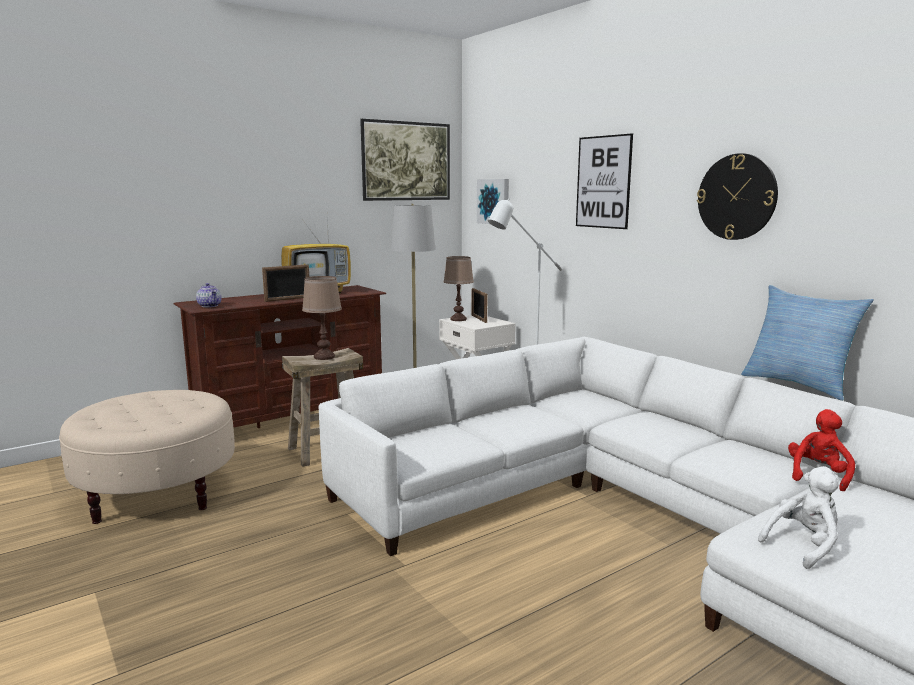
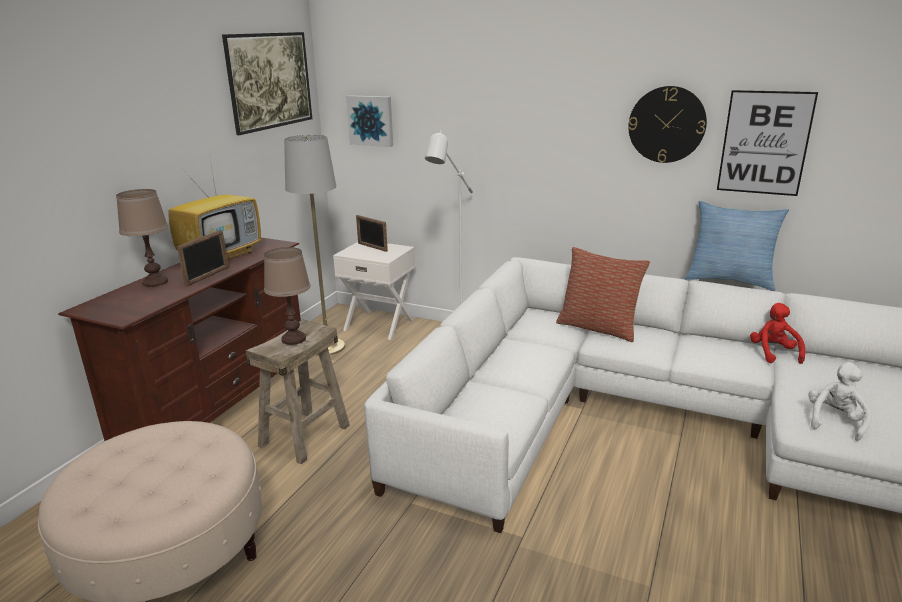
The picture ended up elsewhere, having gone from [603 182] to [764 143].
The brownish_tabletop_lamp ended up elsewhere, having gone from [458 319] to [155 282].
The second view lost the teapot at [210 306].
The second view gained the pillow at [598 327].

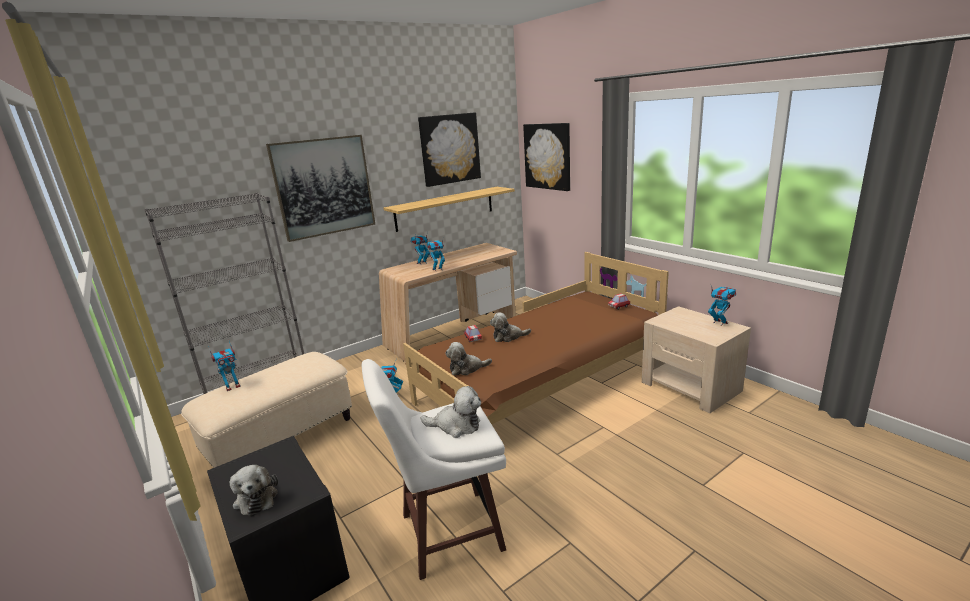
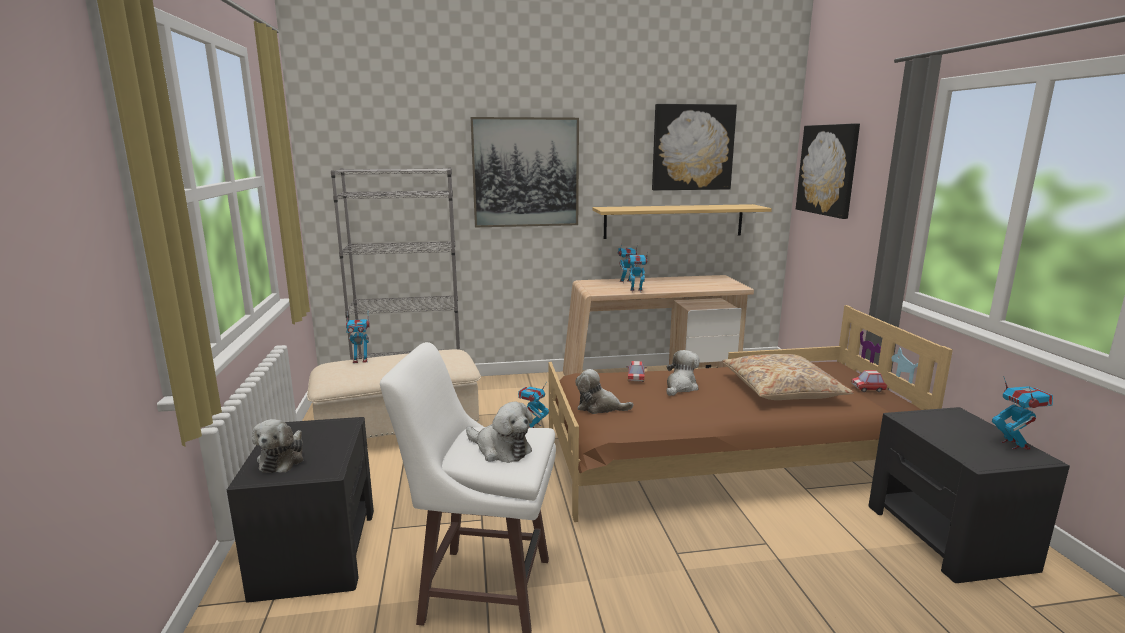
What was the beige-coloured_night_table at [691 387] turned into the black_night_table at [948 537].
The cuddly_toy at [508 337] ended up facing another way, 105 degrees clockwise from before.
The second view gained the beige-coloured_pillow at [782 389].

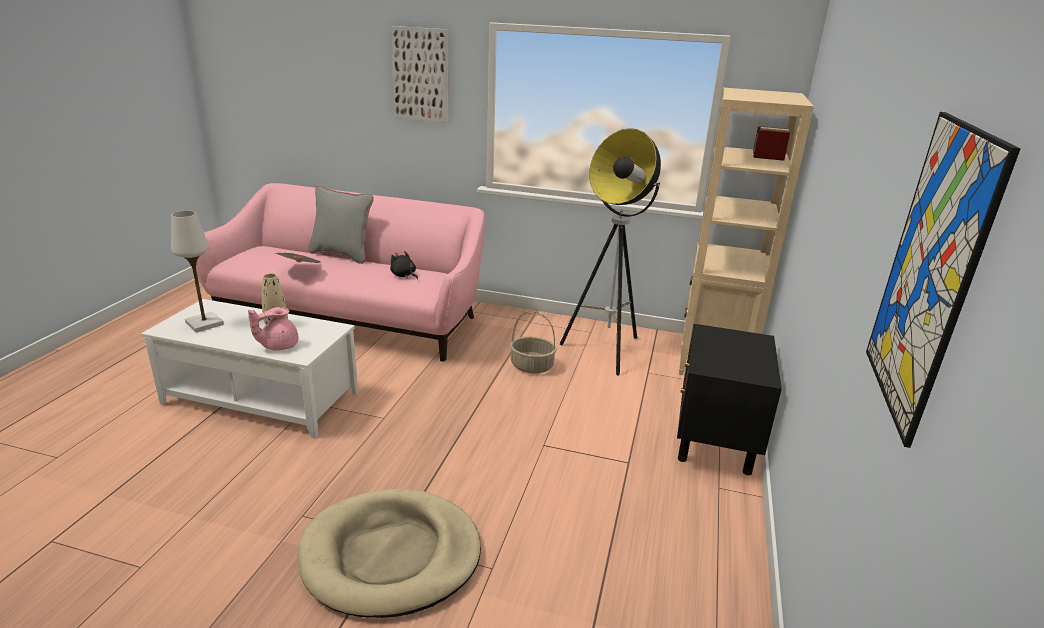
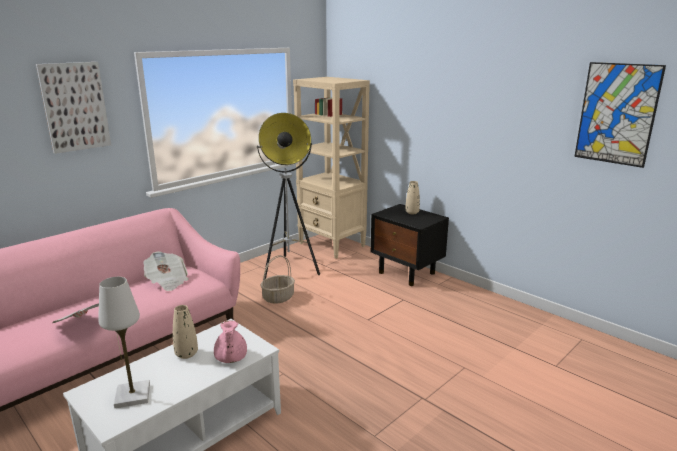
The second view lost the greyish_pillow at [342 255].
Where the black_cuddly_toy stood at [404 275], the newspaper came to stand at [167 281].
The second view lost the beige-coloured_dog_bed at [391 556].
The second view gained the beige-coloured_decorative_vase at [412 212].

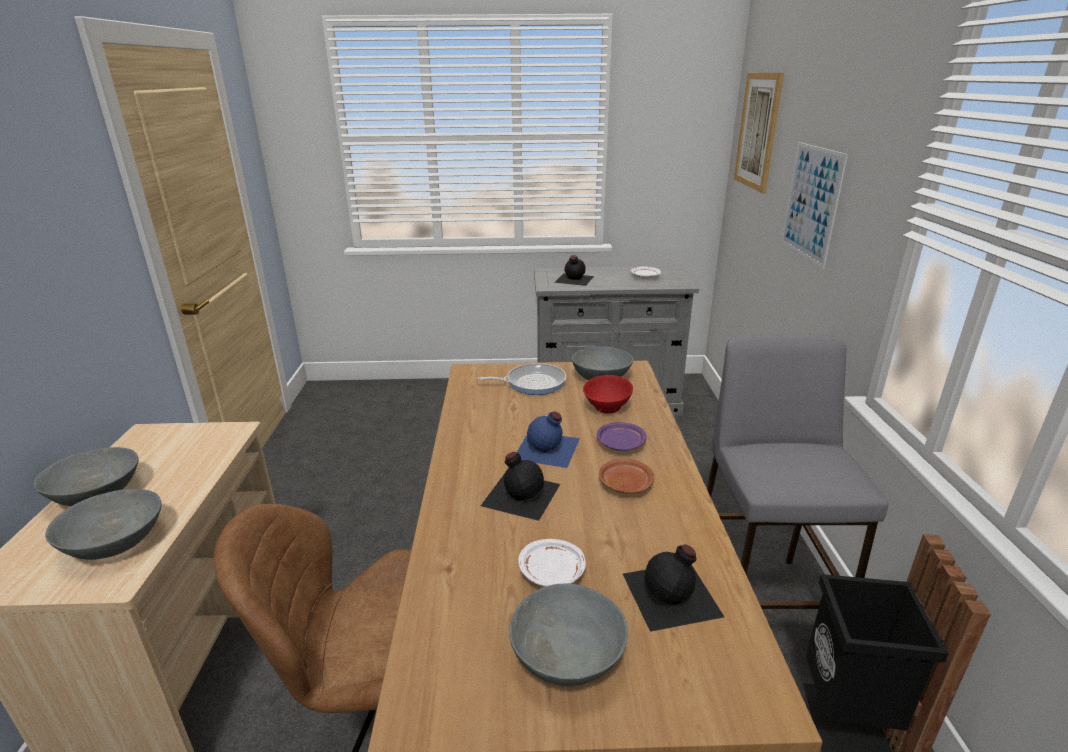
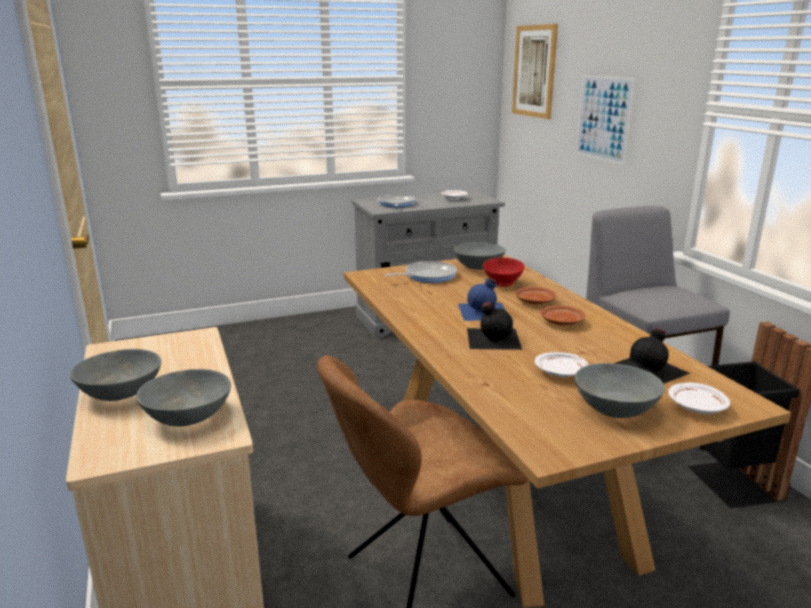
Where the black_drink_bottle stood at [573 279], the skillet came to stand at [396 204].
What was the purple_flat_dish at [620 444] turned into the brownish_flat_dish at [534 301].
The second view gained the white_flat_dish at [696 407].

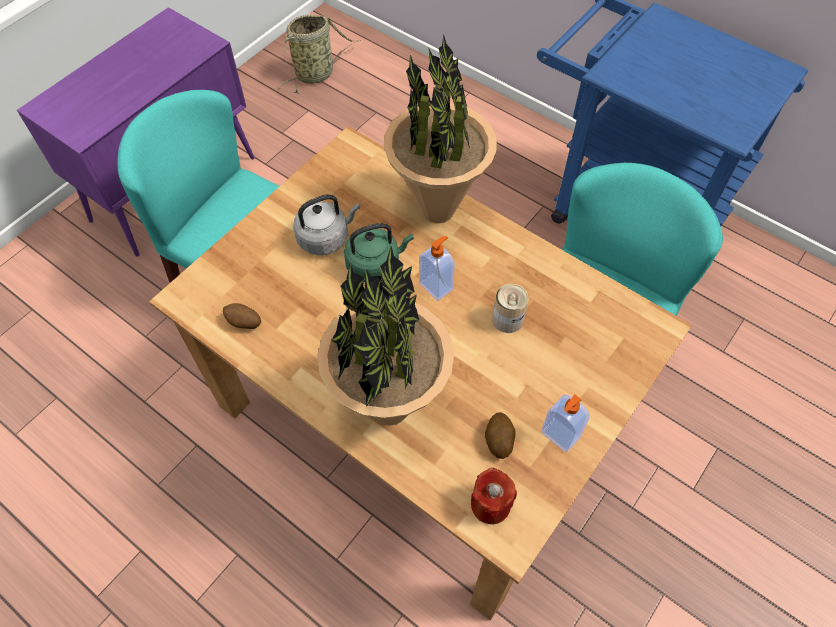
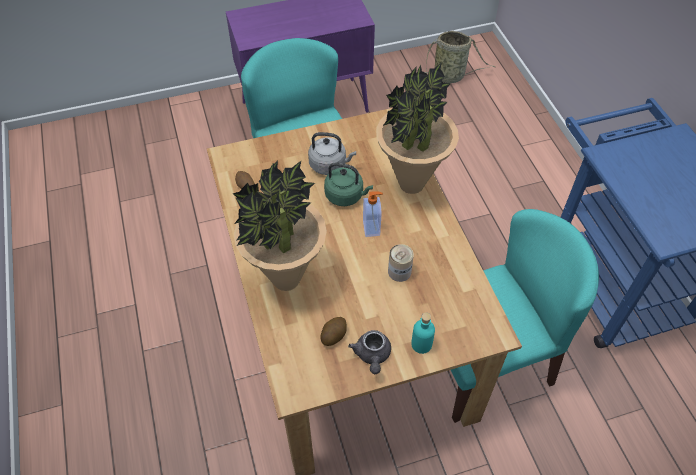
Where the soap_dispenser stood at [559 436], the greyish_teapot came to stand at [372 356].
The second view lost the red_wax_candle at [490 504].
The second view gained the blue-green_drink_bottle at [421 344].

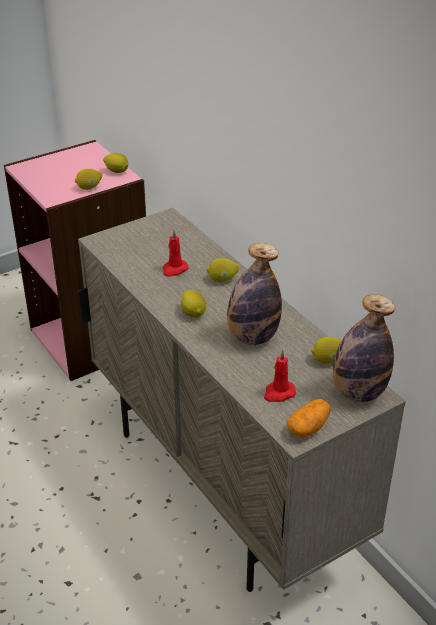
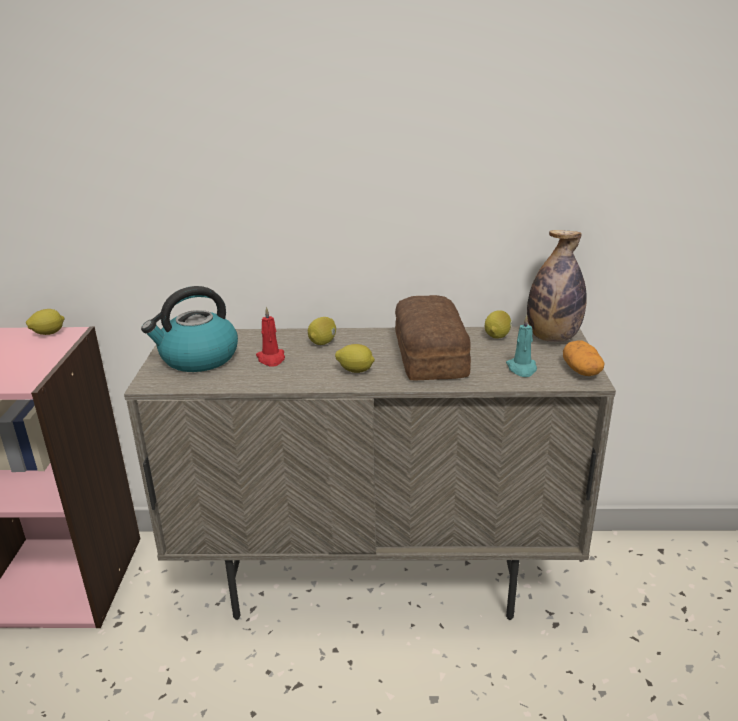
The second view lost the citrus_fruit at [89 187].
Where the drink_bottle stood at [252 337], the baked_bread came to stand at [428 355].
What was the red_wax_candle at [278 393] turned into the blue-green_wax_candle at [522 369].
The second view gained the water_kettle at [198 358].

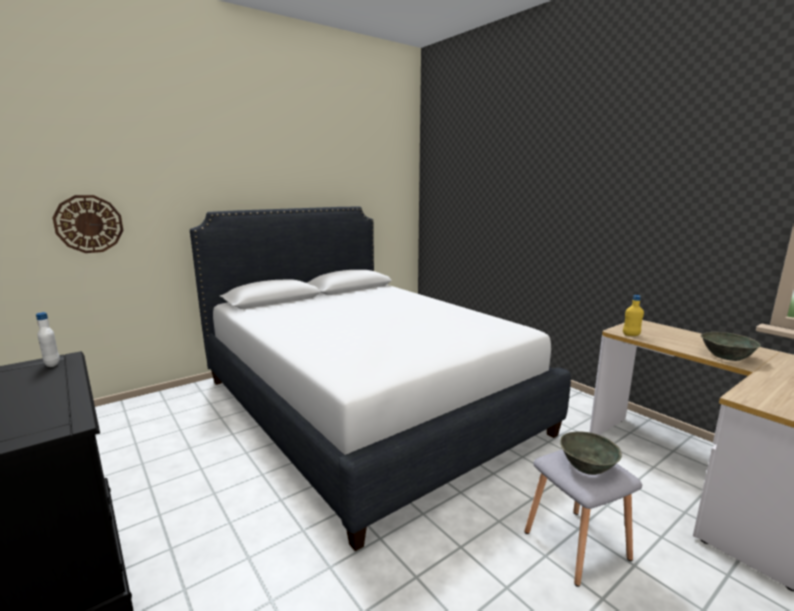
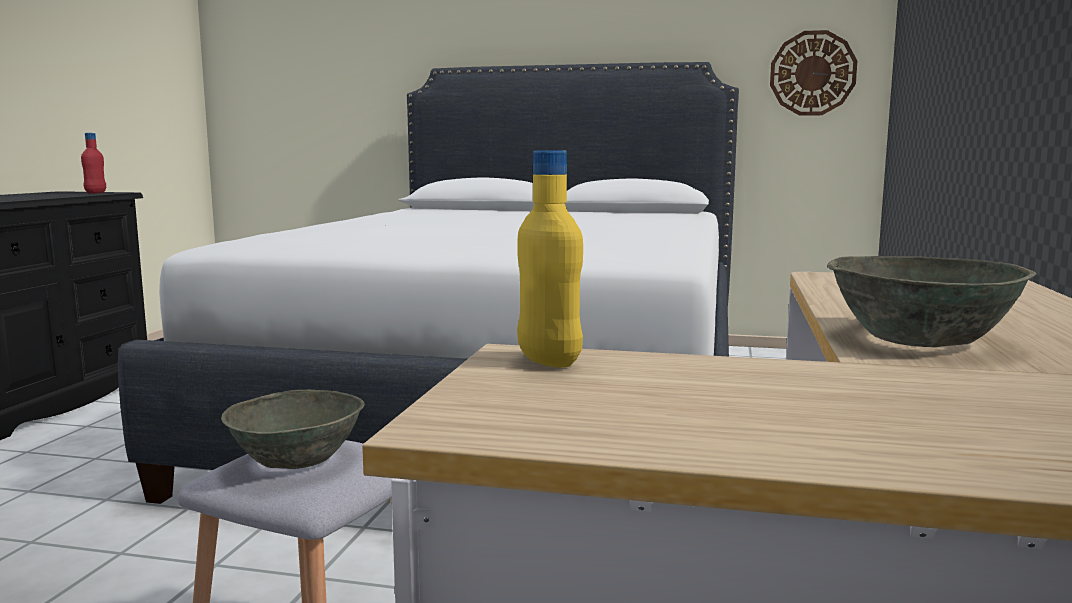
The clock_on_the_wall ended up elsewhere, having gone from [89 224] to [812 73].
The yellow-coloured_drink_bottle ended up elsewhere, having gone from [631 335] to [548 361].
What was the white_drink_bottle at [52 364] turned into the red_drink_bottle at [95 193].

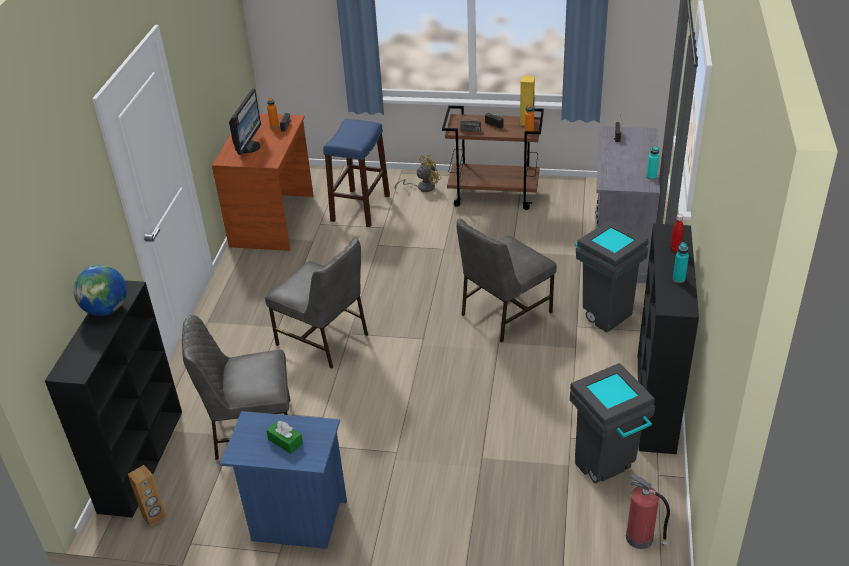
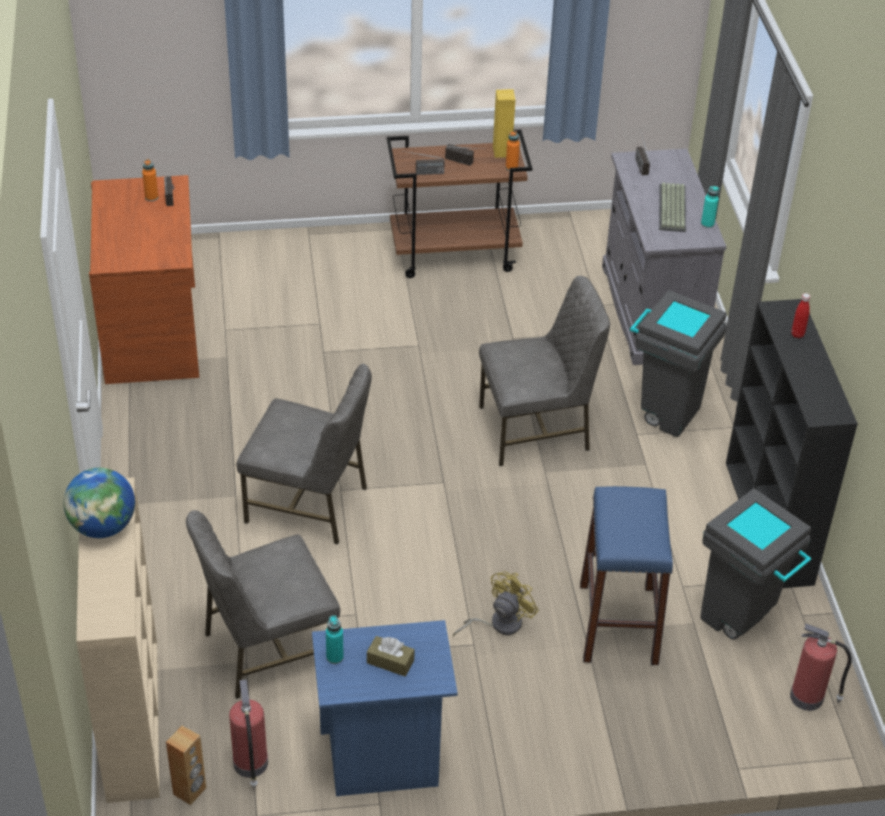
The second view lost the monitor at [248 147].
The blue_stool_seat ended up elsewhere, having gone from [360 208] to [618 624].
The yellow-coloured_cooling_fan ended up elsewhere, having gone from [422 187] to [499 623].
The greyish_upright_chair at [504 313] ended up facing another way, 135 degrees counterclockwise from before.
The blue-green_drink_bottle ended up elsewhere, having gone from [678 279] to [335 657].
What was the black_bookcase at [141 459] turned into the beige-coloured_bookcase at [132 717].
What was the green-coloured_box_of_tissues at [285 441] turned into the brownish_box_of_tissues at [390 661].
The second view gained the PC_keyboard at [673 209].
The second view gained the fire_extinguisher at [250 764].

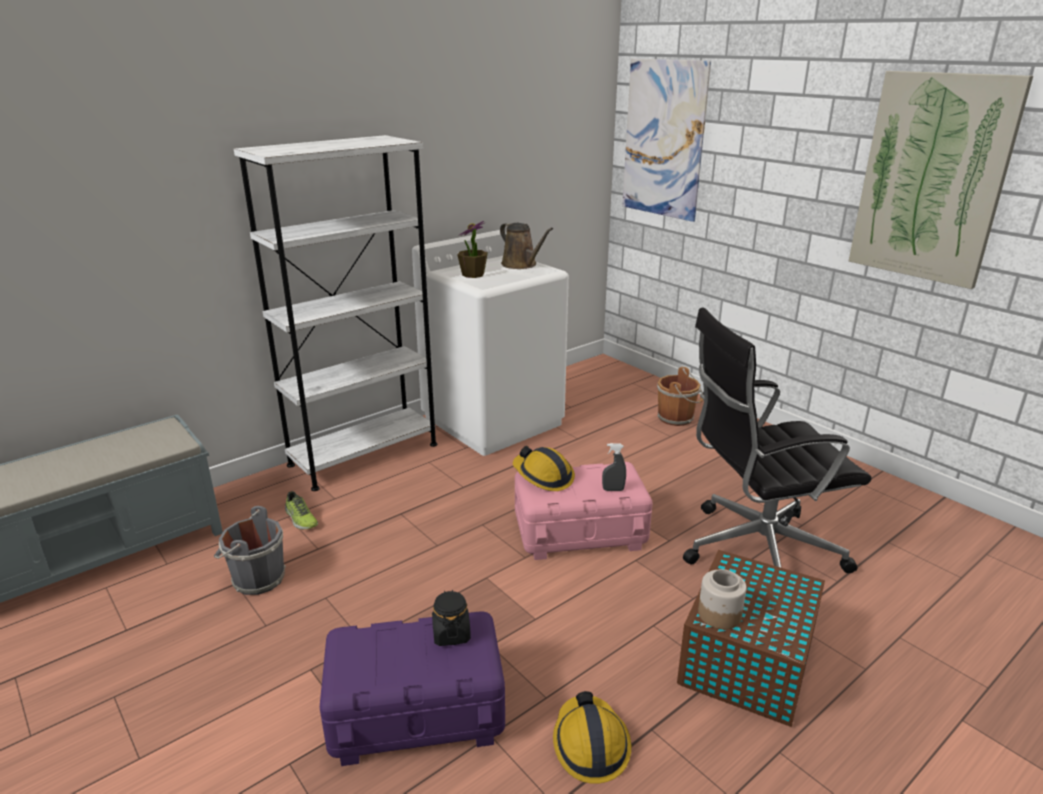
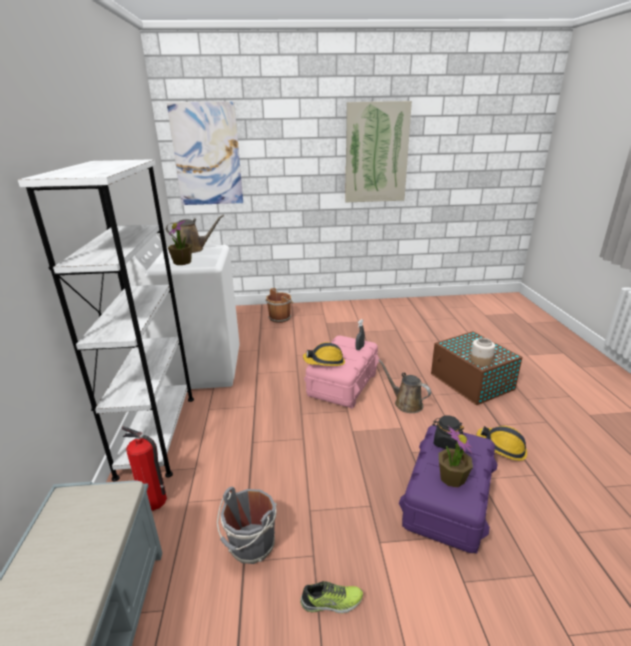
The second view lost the black_computer_chair at [756 551].
The item_of_footwear ended up elsewhere, having gone from [300 519] to [331 602].
The second view gained the brownish_watering_pot at [406 403].
The second view gained the fire_extinguisher at [154 501].
The second view gained the plant_in_a_pot at [452 478].

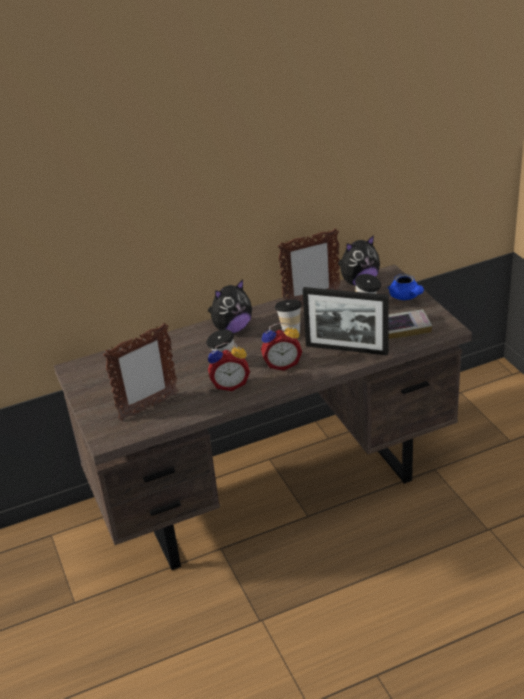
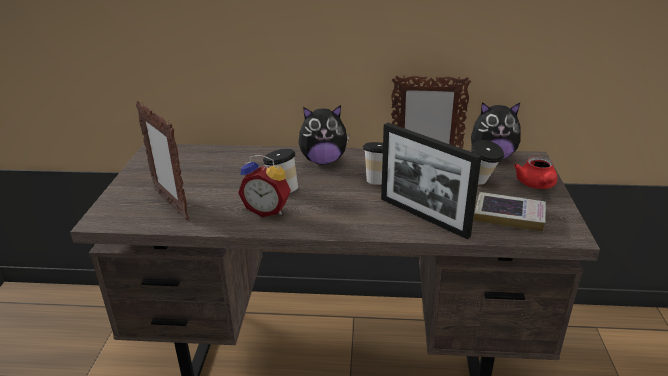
What was the blue_teapot at [406 297] turned into the red_teapot at [536 185].
The photo_frame at [148 407] ended up facing another way, 60 degrees clockwise from before.
The second view lost the bedside_clock at [282 364].

